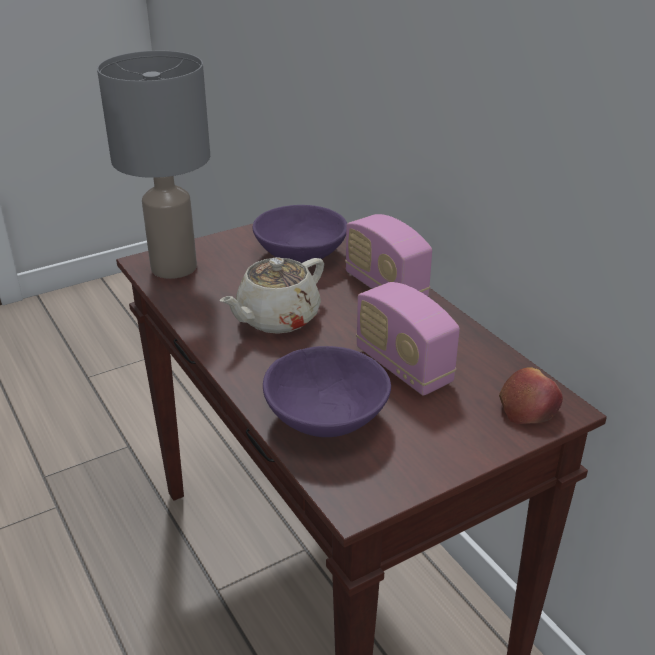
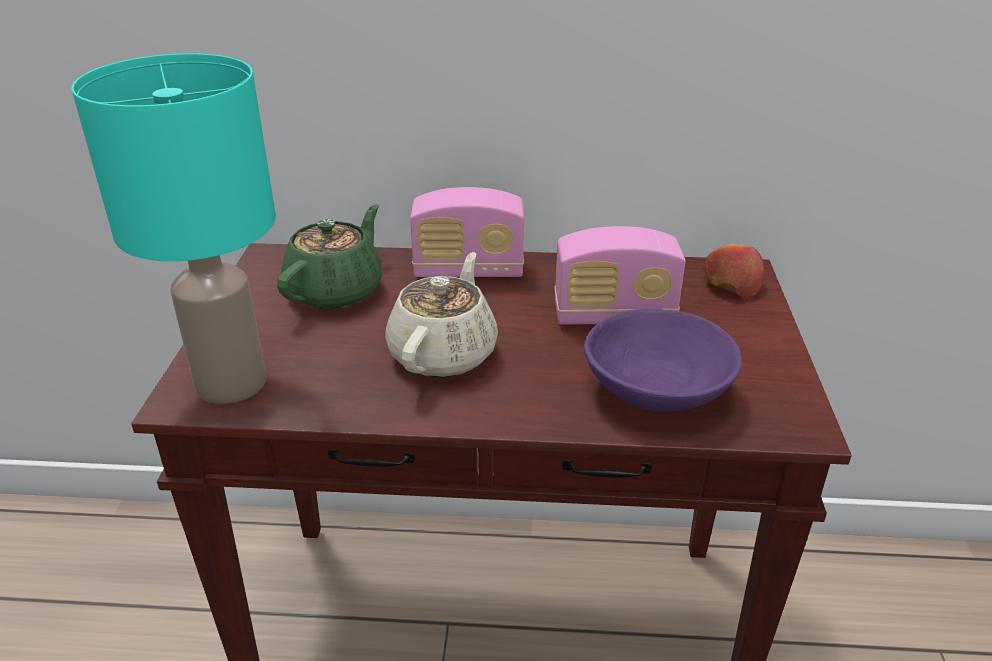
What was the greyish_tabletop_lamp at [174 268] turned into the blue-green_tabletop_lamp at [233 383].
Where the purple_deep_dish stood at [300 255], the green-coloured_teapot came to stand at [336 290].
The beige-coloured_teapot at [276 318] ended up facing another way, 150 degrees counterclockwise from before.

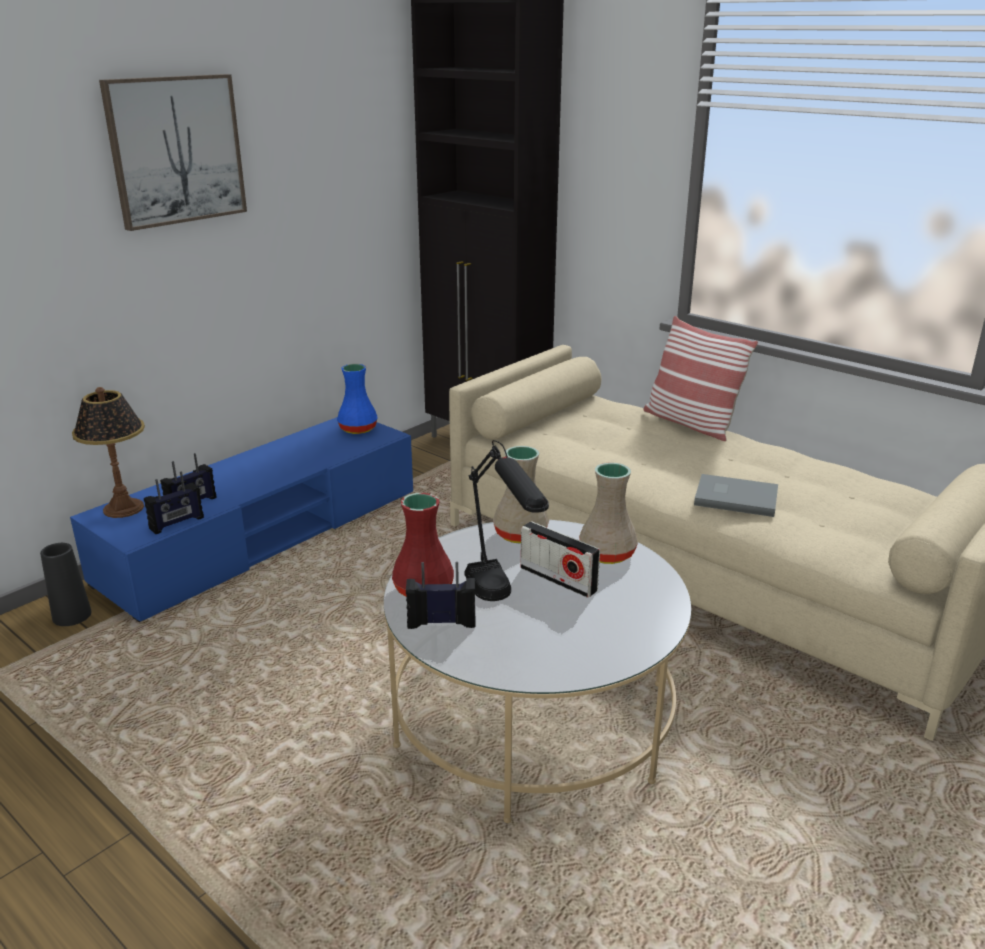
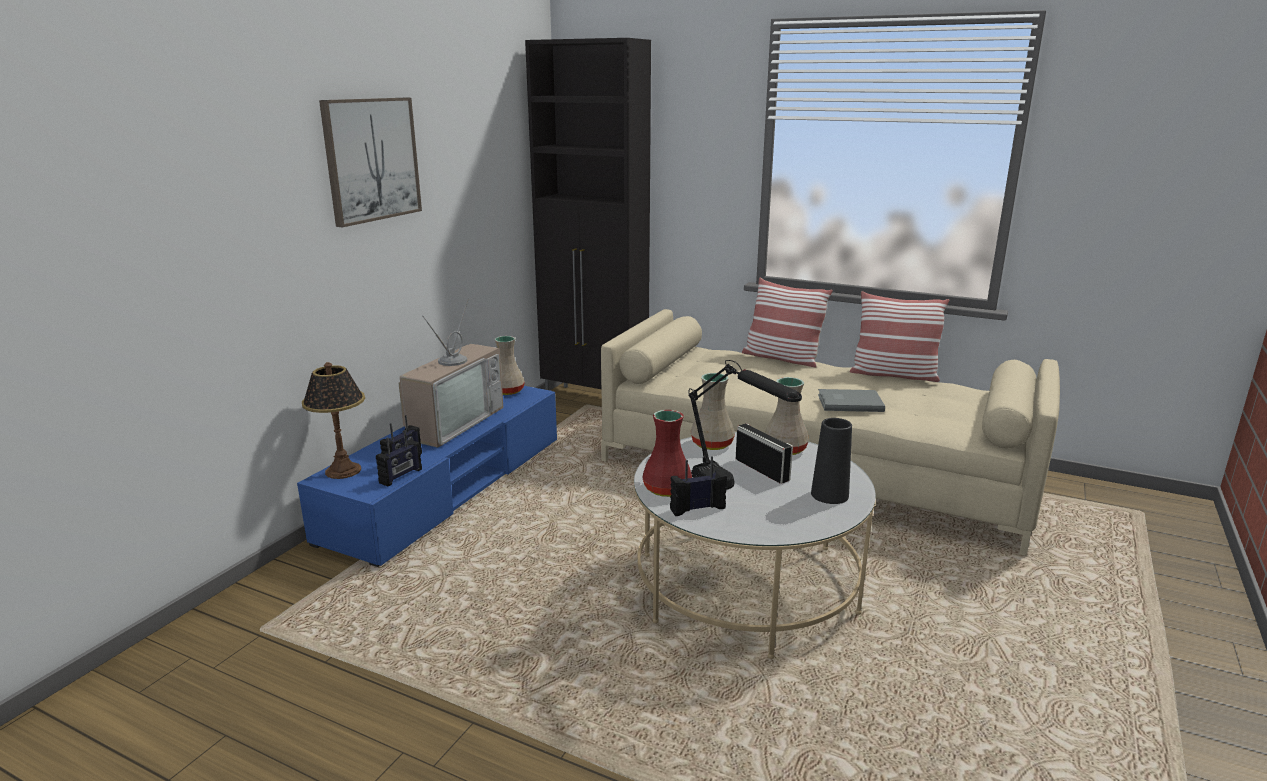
What was the blue_decorative_vase at [358 428] turned into the beige-coloured_decorative_vase at [508 391].
The radio_receiver at [558 579] ended up facing another way, 150 degrees counterclockwise from before.
The black_decorative_vase ended up elsewhere, having gone from [72 615] to [829 495].
The second view gained the pillow at [893 375].
The second view gained the TV at [451 422].

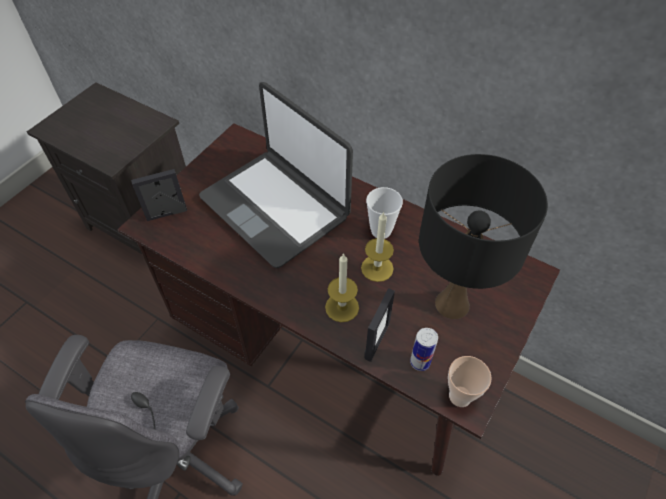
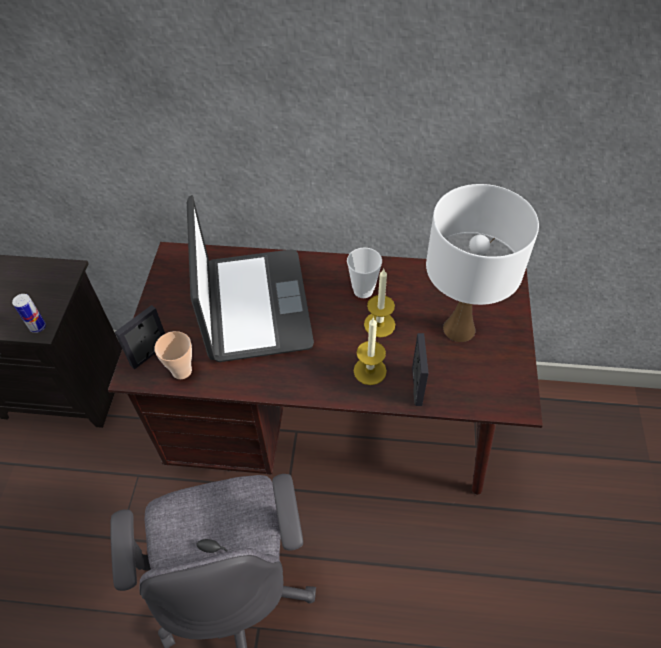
The notebook_computer at [275 207] ended up facing another way, 120 degrees counterclockwise from before.
What was the black_tabletop_lamp at [451 304] turned into the white_tabletop_lamp at [458 329].
The metal_can ended up elsewhere, having gone from [420 362] to [37 327].
The cup ended up elsewhere, having gone from [460 396] to [182 371].

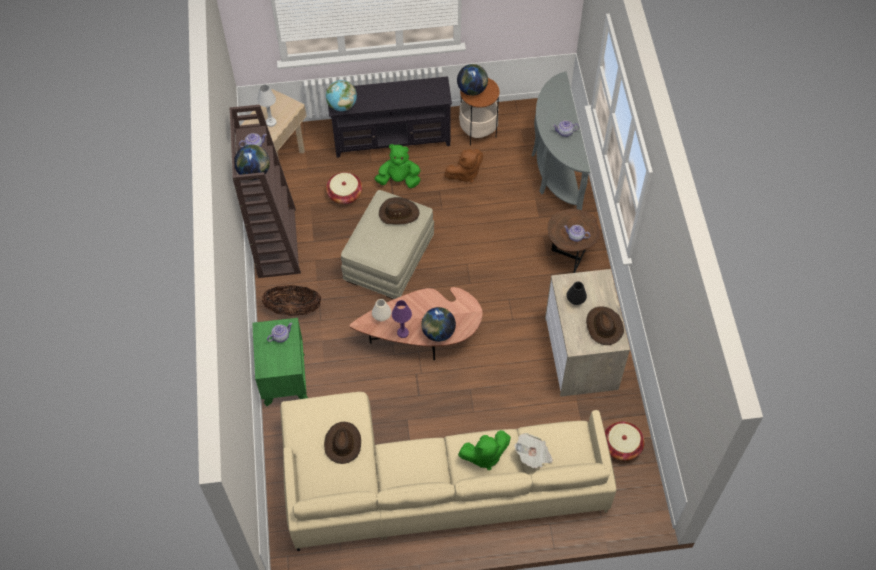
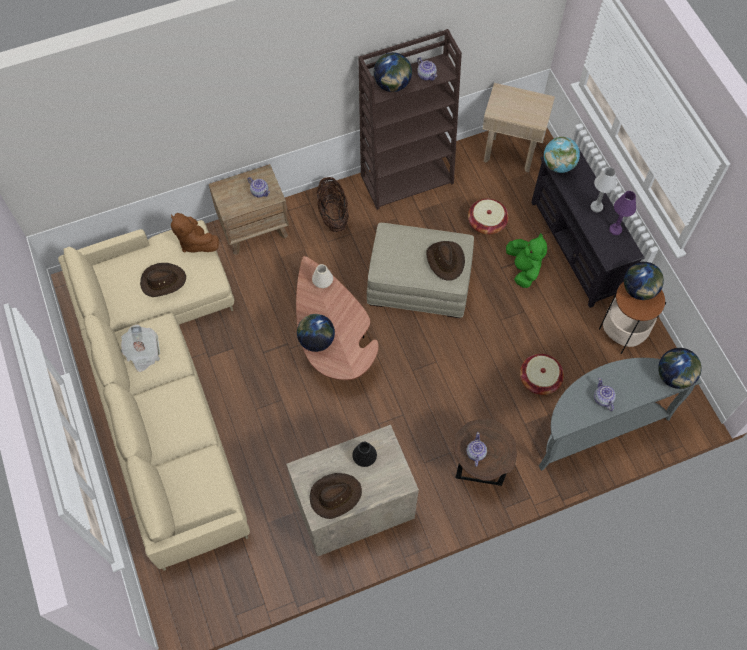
The white_tabletop_lamp ended up elsewhere, having gone from [271 122] to [596 207].
The brownish_cuddly_toy ended up elsewhere, having gone from [465 173] to [195 242].
The purple_tabletop_lamp ended up elsewhere, having gone from [402 333] to [615 230].
What was the green-coloured_night_table at [284 378] turned into the brownish_night_table at [254 228].
The household_basket ended up elsewhere, having gone from [622 446] to [539 379].
The second view lost the green-coloured_cuddly_toy at [484 455].
The newspaper ended up elsewhere, having gone from [533 455] to [143 353].
The second view gained the world_globe at [674 376].

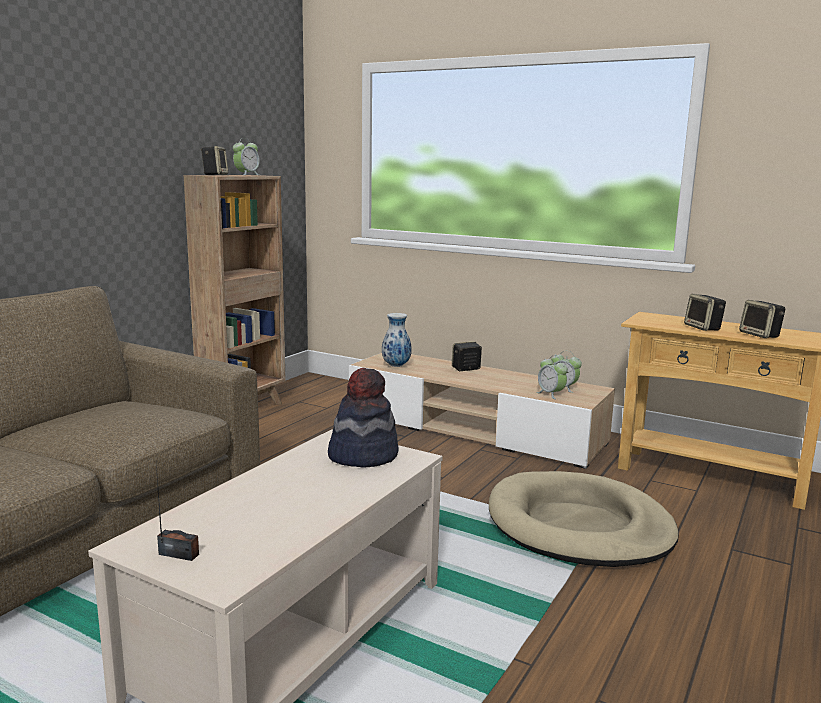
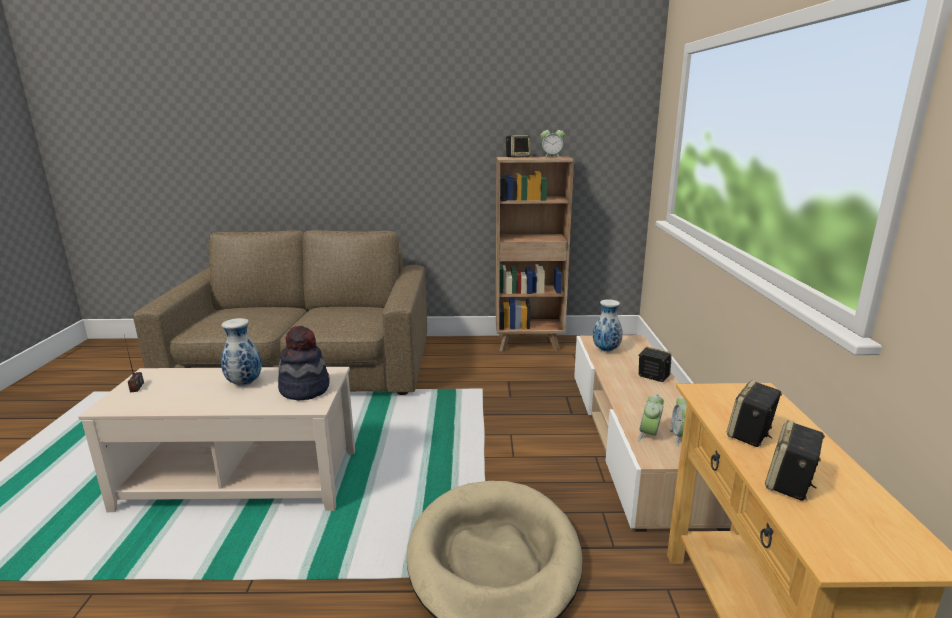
The second view gained the decorative_vase at [244 383].

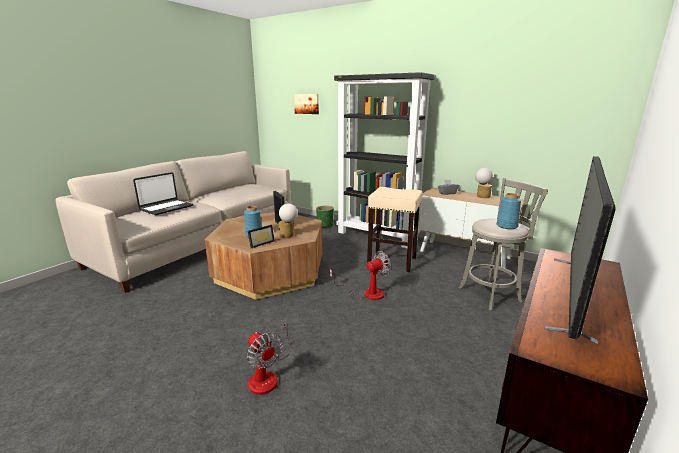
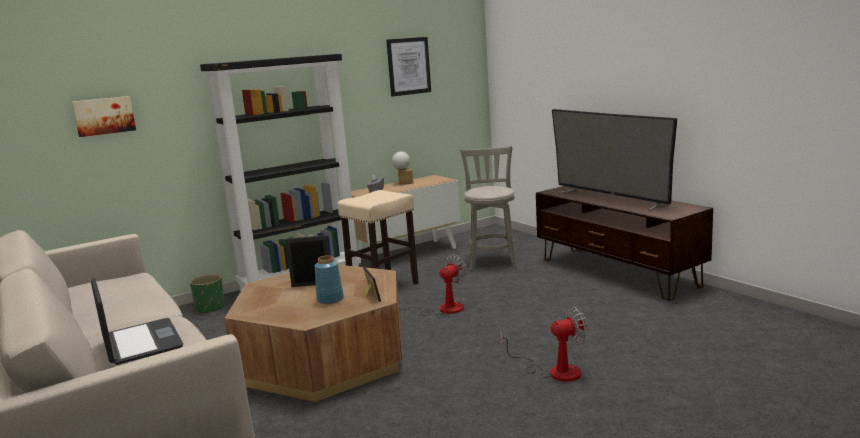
The second view lost the blue_decorative_vase at [507 226].
The second view lost the tabletop_lamp at [288 235].
The cooling_fan at [366 293] ended up facing another way, 45 degrees clockwise from before.
The second view gained the picture at [408 66].

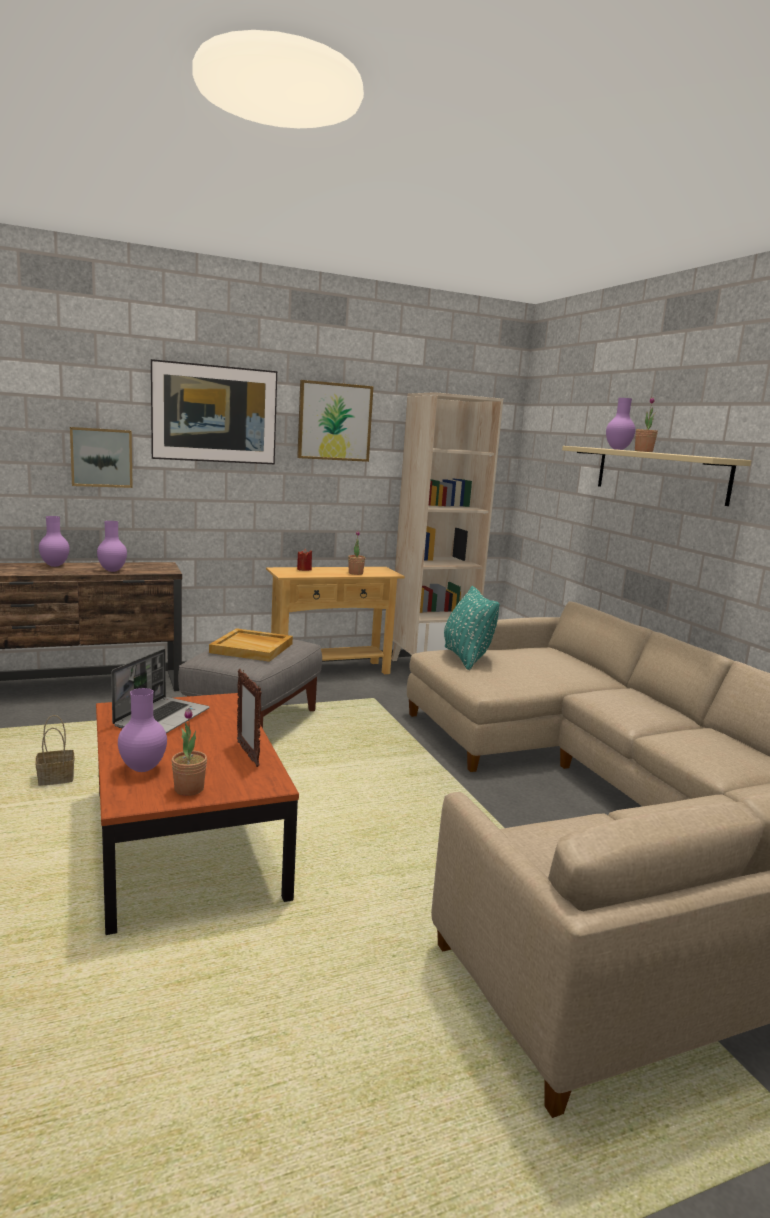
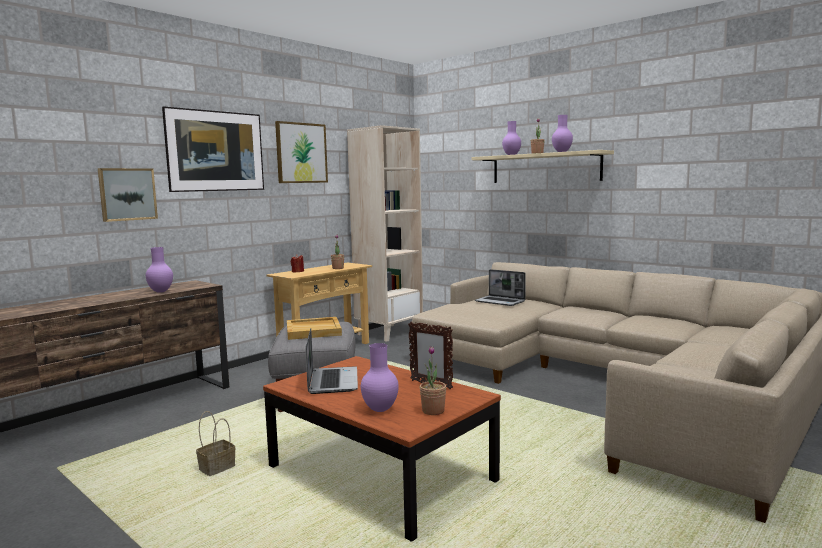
The purple_decorative_vase ended up elsewhere, having gone from [55 565] to [562 152].
The second view lost the blue-green_pillow at [466 658].
The second view gained the notebook_computer at [500 302].

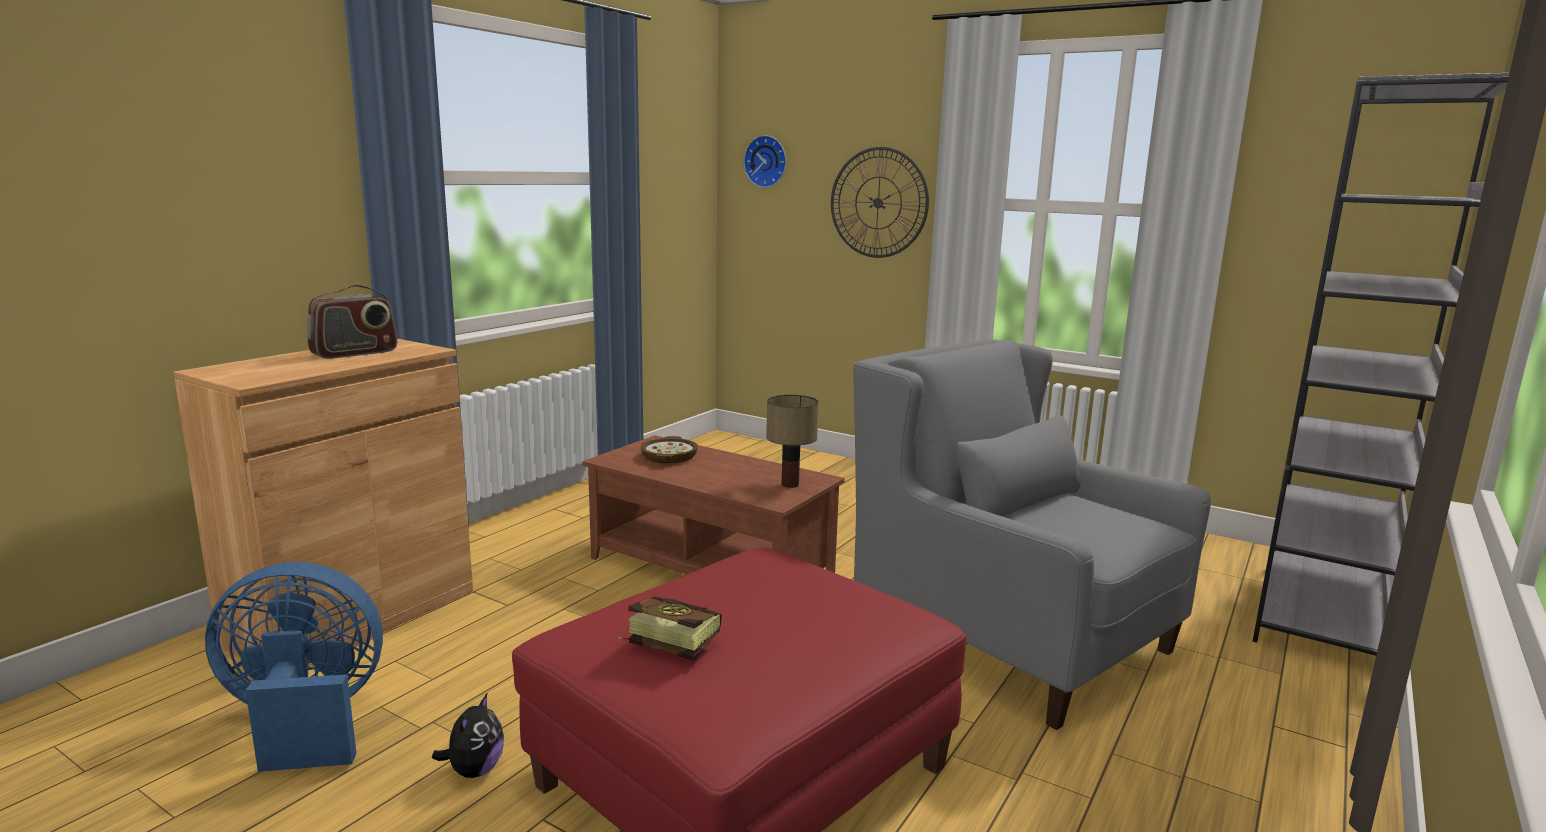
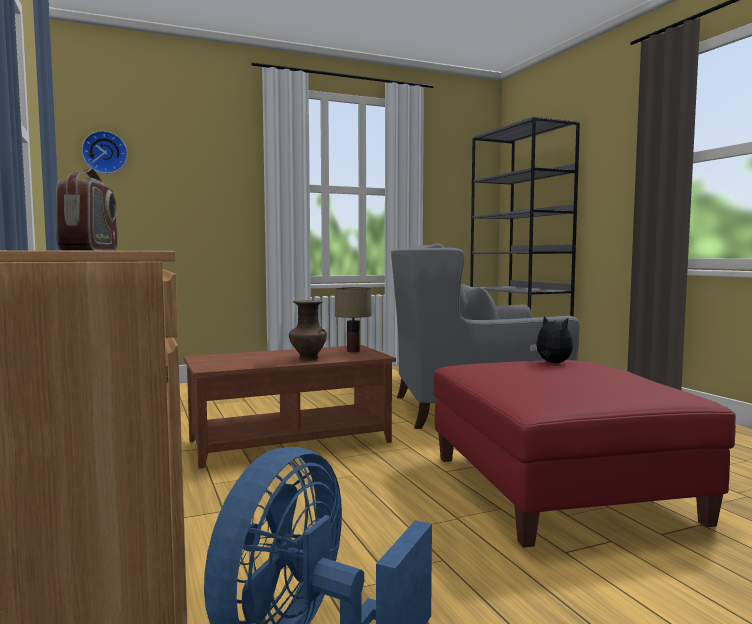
The second view lost the clock_on_the_wall at [878 203].
The second view lost the deep_dish at [668 456].
The second view lost the book at [666 644].
The cuddly_toy ended up elsewhere, having gone from [474 770] to [552 363].
The second view gained the brownish_decorative_vase at [307 359].

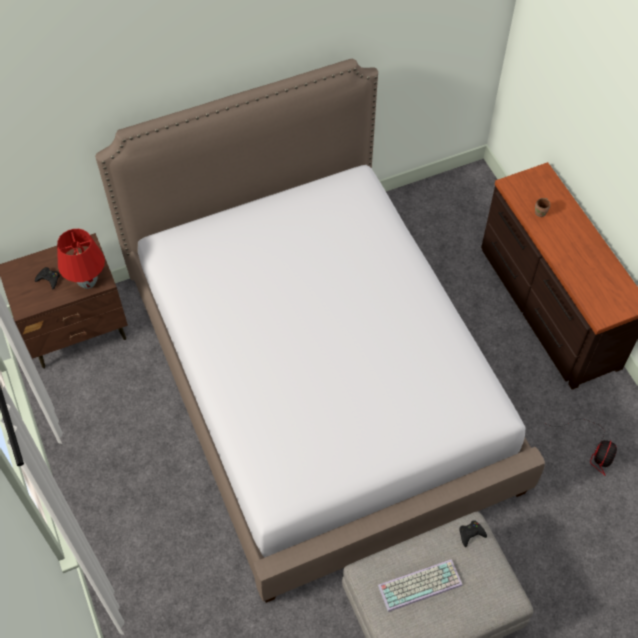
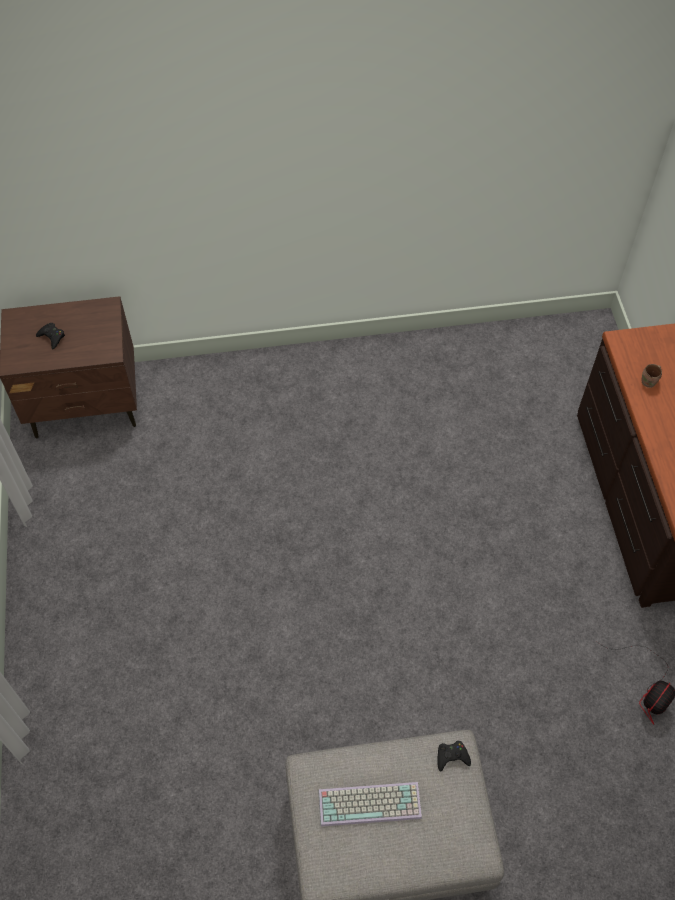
The second view lost the bed at [319 382].
The second view lost the red_tabletop_lamp at [88 282].

